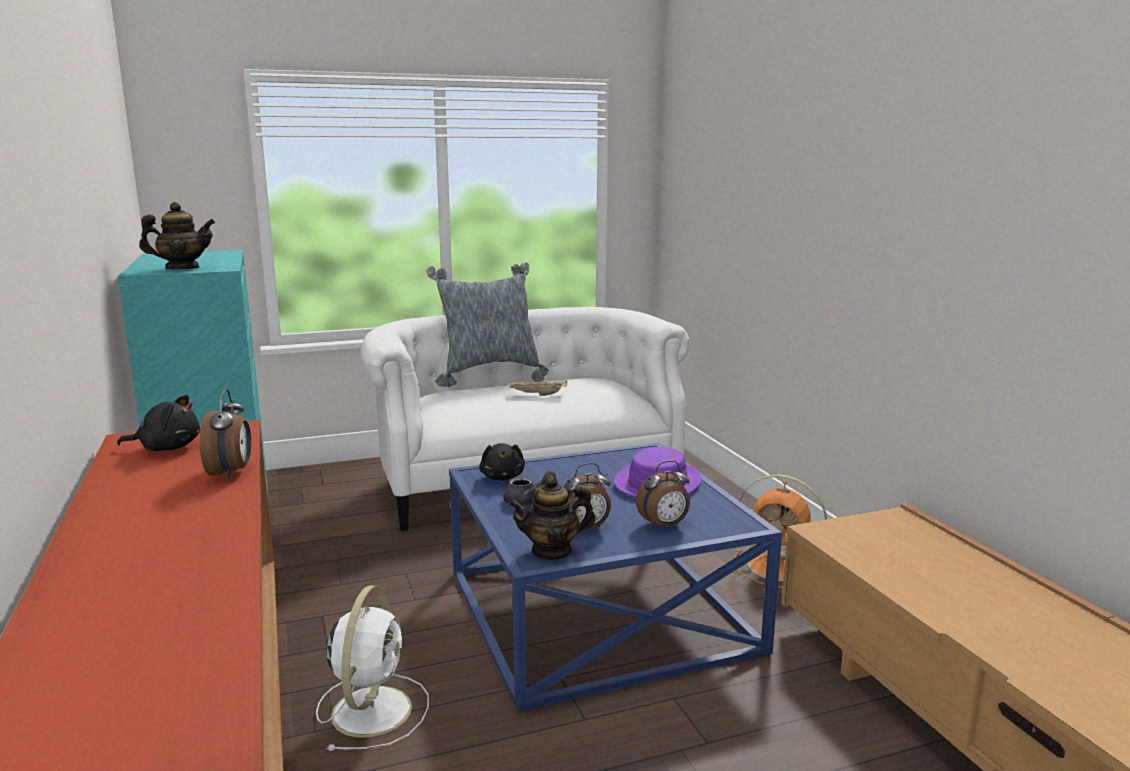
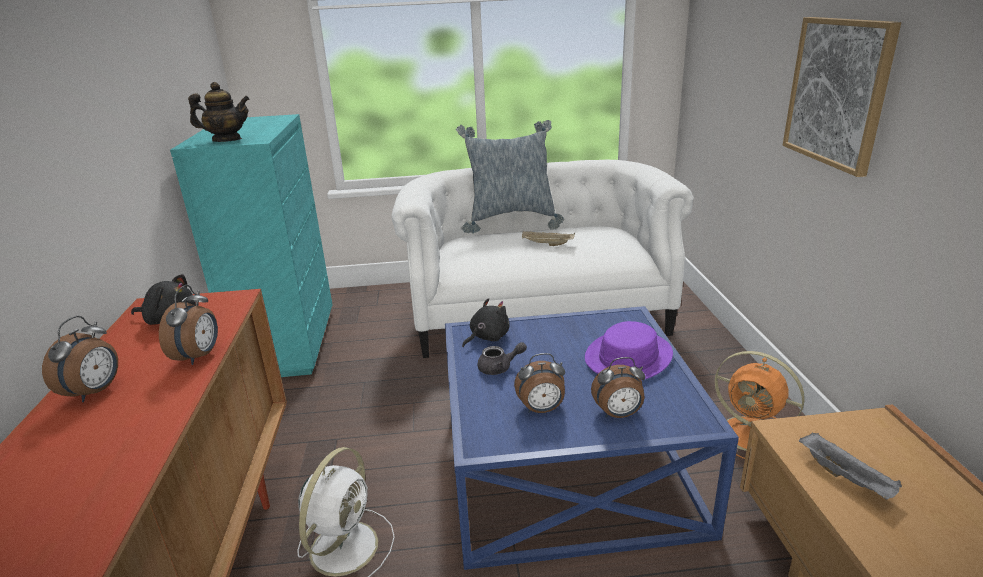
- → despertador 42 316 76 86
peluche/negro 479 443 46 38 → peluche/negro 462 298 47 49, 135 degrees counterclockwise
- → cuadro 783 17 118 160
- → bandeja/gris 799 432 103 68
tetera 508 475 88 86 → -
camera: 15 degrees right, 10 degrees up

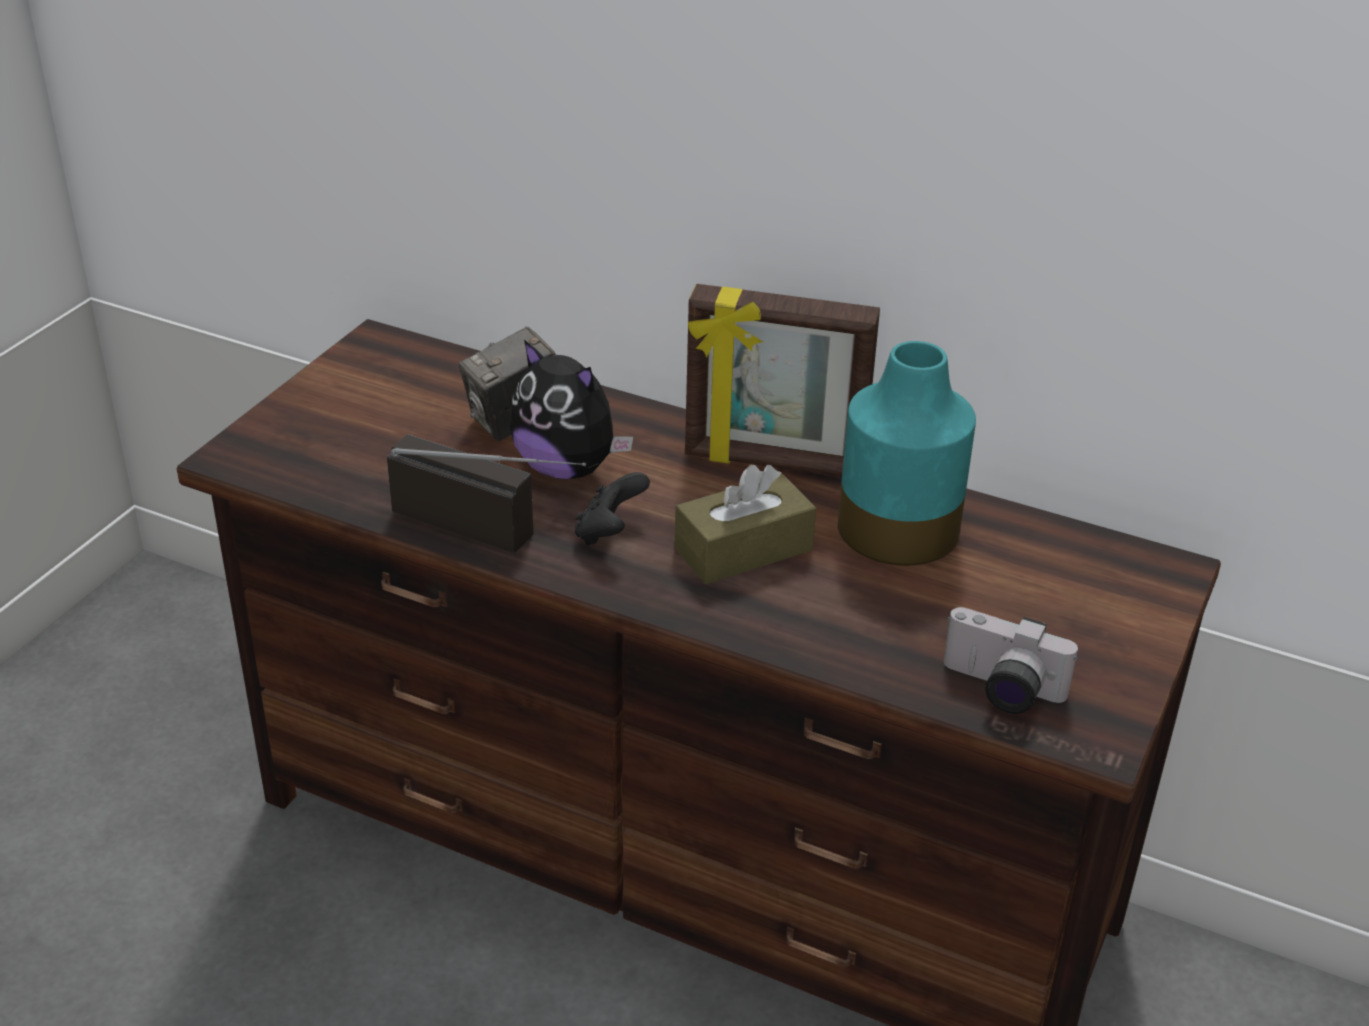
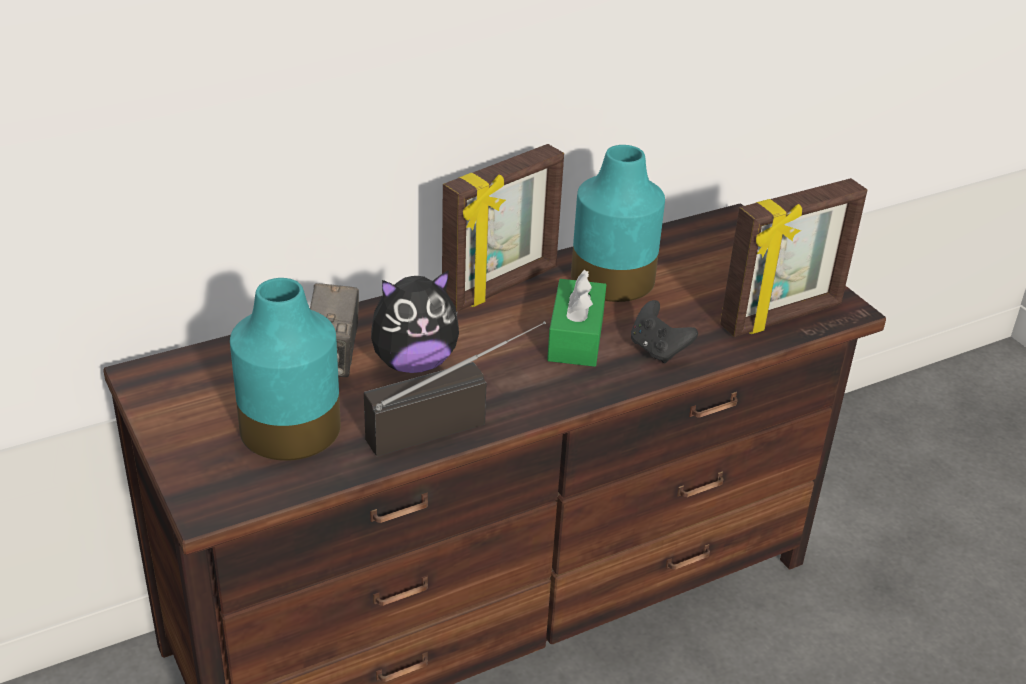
- → florero/turquesa 230 278 111 183
caja de pañuelos/marrón 675 465 141 119 → caja de pañuelos/verde 547 270 59 97
mando de consola/negro 575 472 75 74 → mando de consola/negro 631 300 67 63, moved
cámara 944 607 134 107 → portarretratos 720 178 147 159
camera: 55 degrees left, 0 degrees up

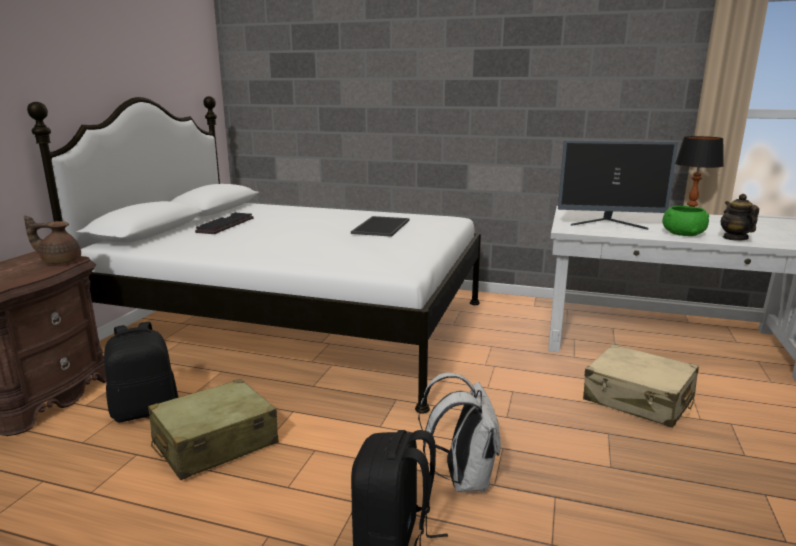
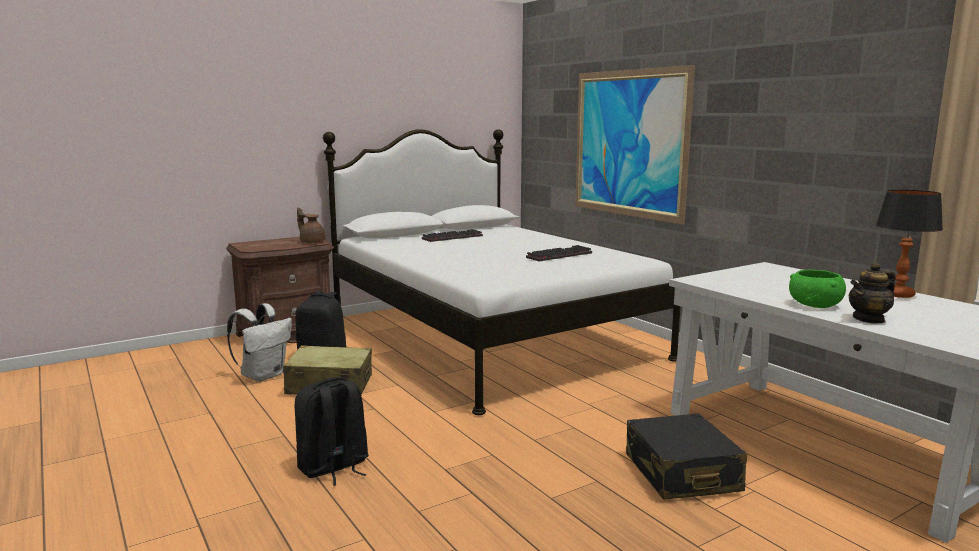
mochila/blanco 418 373 83 119 → mochila/blanco 227 303 65 79, moved
bandeja 351 216 59 21 → teclado 526 245 66 16
- → cuadro 575 65 120 160
maleta/beis 583 344 116 84 → maleta/negro 626 413 121 87
tetera 721 194 38 47 → tetera 849 262 47 62, 150 degrees counterclockwise
monitor 558 140 120 90 → -
camera: 40 degrees right, 5 degrees down

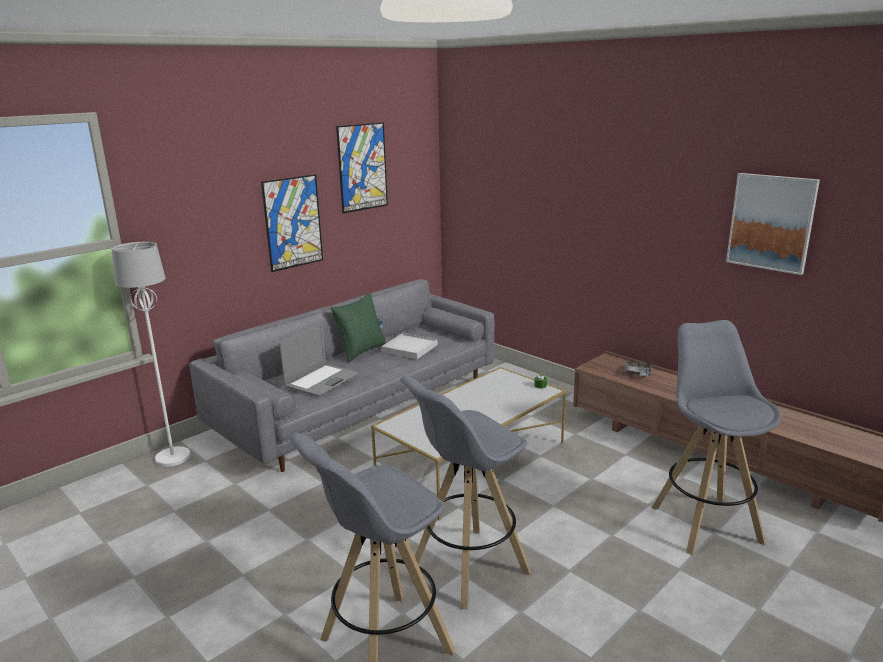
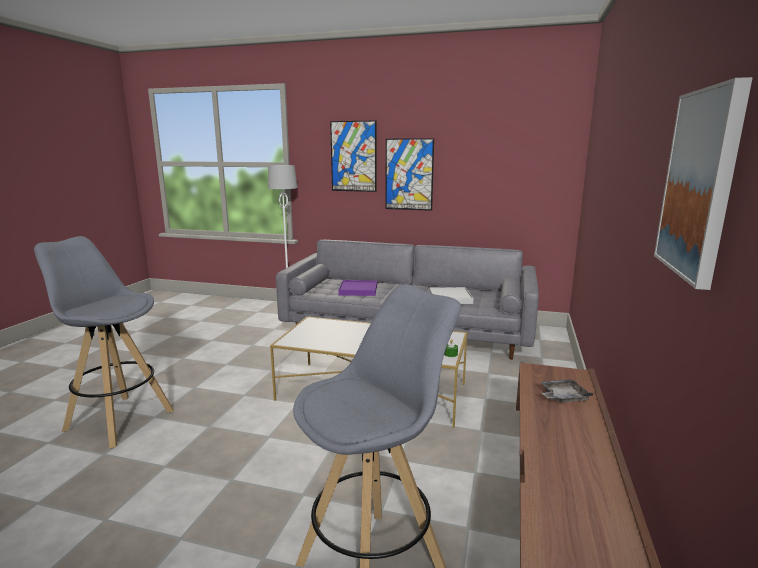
cuadro 336 122 52 92 → cuadro 330 121 47 71, moved
portátil 280 324 78 72 → bandeja/morado 338 280 39 16
cojín/verde 331 293 55 70 → -
taburete/gris 400 375 131 235 → -
camera: 60 degrees right, 5 degrees down

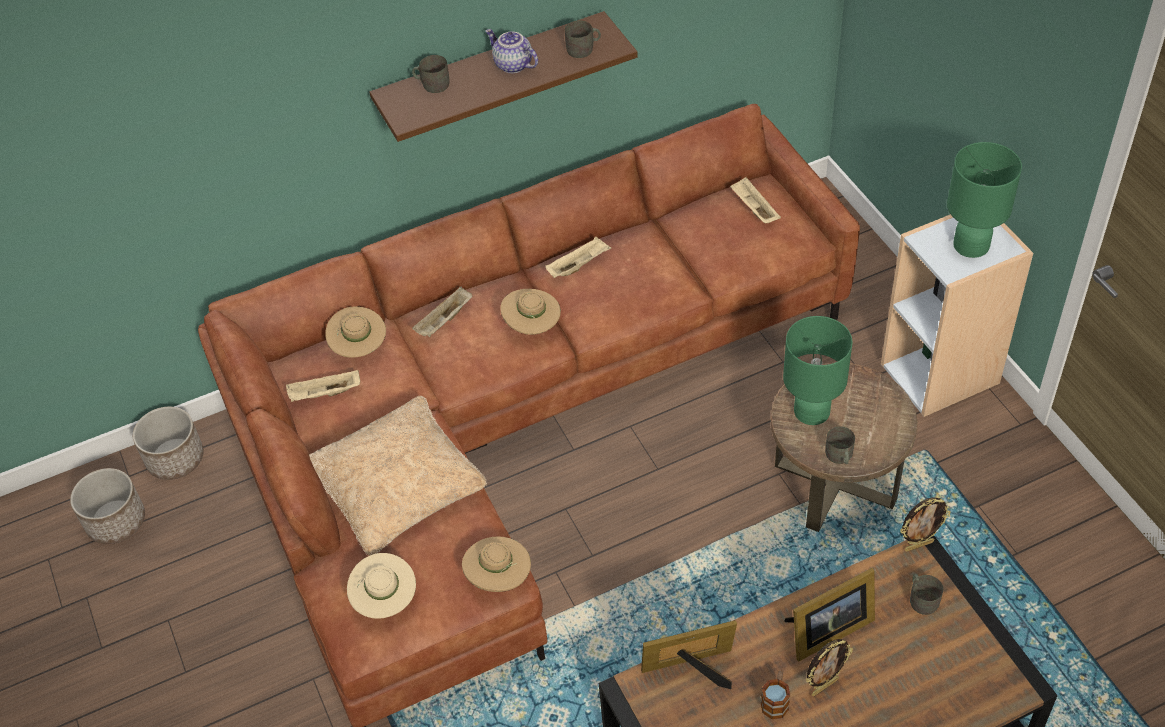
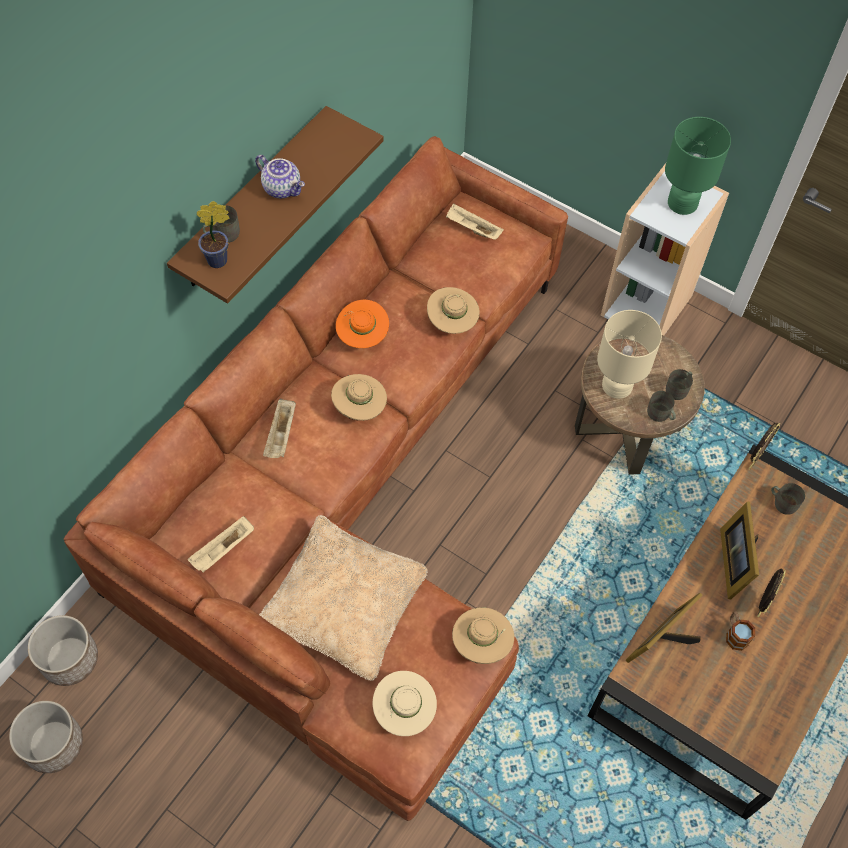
- → planta en maceta 197 201 33 67
tetera 485 29 53 44 → tetera 255 155 50 43, 150 degrees counterclockwise
bandeja/beis 545 237 66 41 → sombrero/naranja 336 300 53 48
sombrero/beis 325 306 61 51 → sombrero/beis 427 287 53 47, moved
lámpara de mesa/verde 783 316 69 109 → lámpara de mesa/beis 597 310 65 89
taza grande/gris 565 20 36 38 → taza grande/gris 666 369 27 31, moved
portarretratos 784 568 91 93 → portarretratos 720 502 39 97, 150 degrees clockwise
camera: 35 degrees left, 10 degrees up

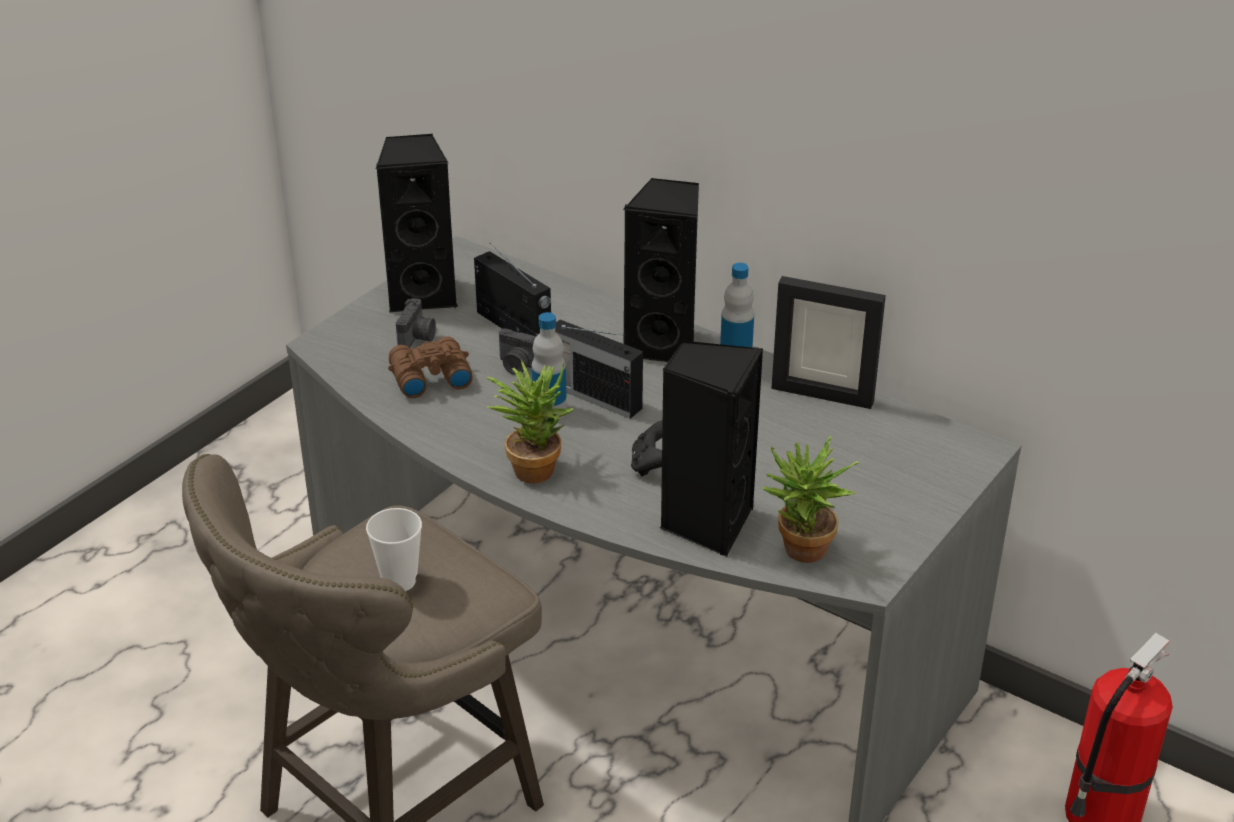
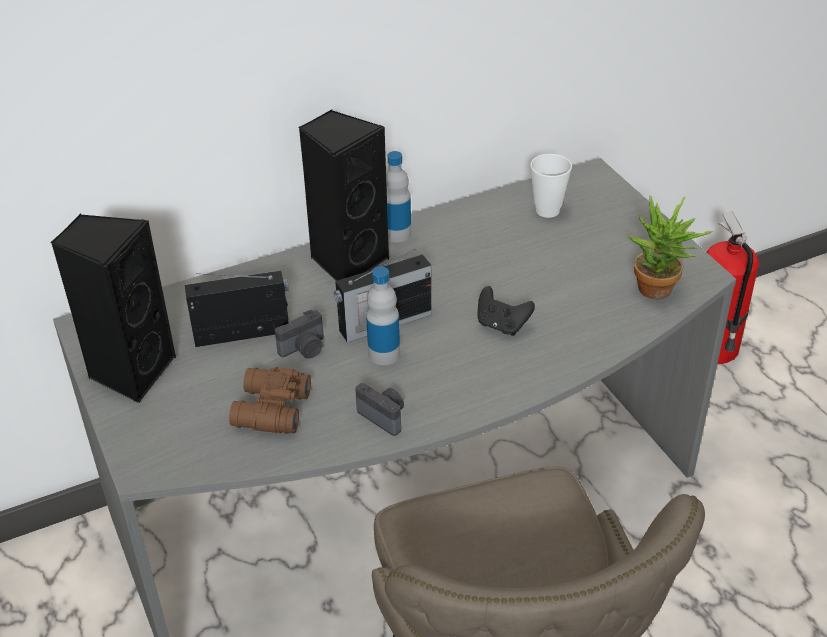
cámara 396 298 40 50 → cámara 355 383 49 53, moved
taza 366 508 56 83 → taza 530 154 42 64, moved
planta en maceta 486 360 88 123 → -
altavoz/negro 660 340 103 217 → -
portarretratos 771 276 115 133 → -
camera: 60 degrees left, 5 degrees up

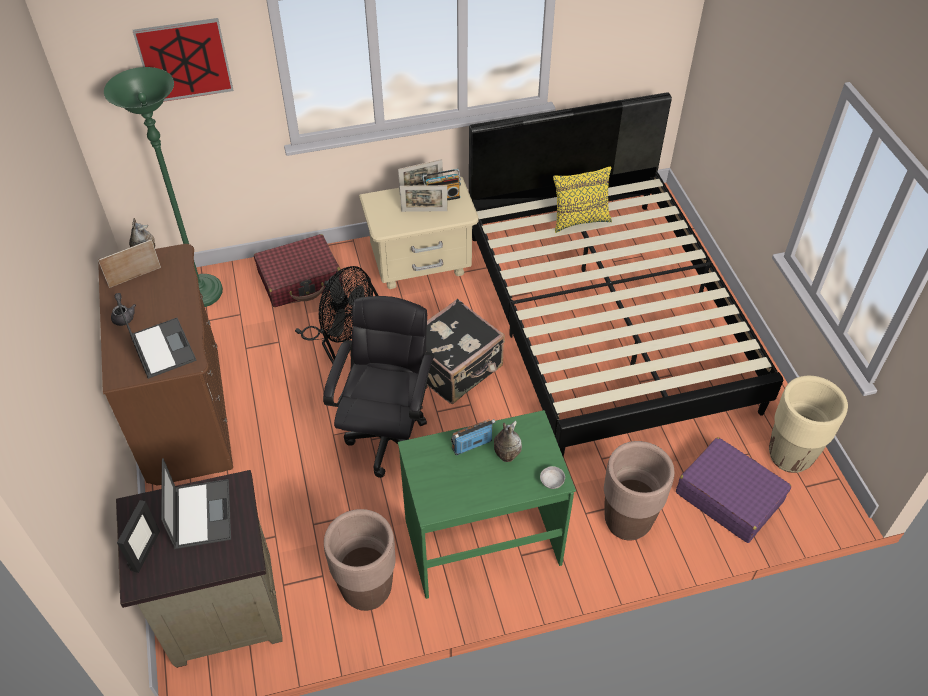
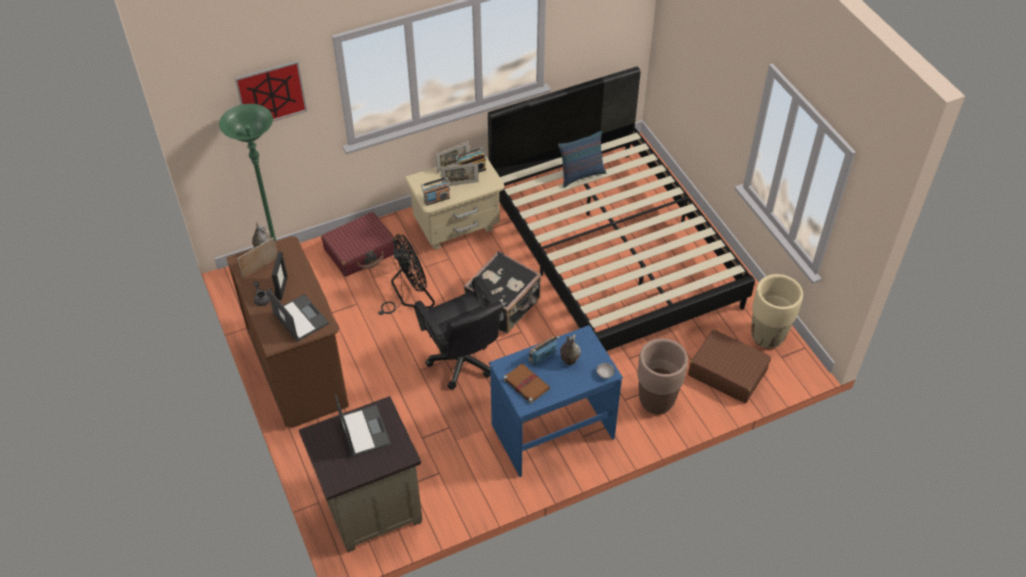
portarretratos 117 500 43 73 → portarretratos 272 252 16 48, moved
ventilador/negro 295 266 84 98 → ventilador/negro 378 234 57 81, 45 degrees counterclockwise
silla de oficina/negro 323 296 111 182 → silla de oficina/negro 414 277 90 112, 150 degrees clockwise
- → radio 421 177 29 29
escritorio/verde 398 410 178 189 → escritorio/azul 489 325 134 152
- → libro/marrón 503 363 47 41
cojín/amarillo 553 166 59 67 → cojín/azul 558 131 48 57
maleta/morado 676 437 115 106 → maleta/marrón 688 330 83 73
maceta/marrón 324 509 72 102 → -
camera: 10 degrees left, 0 degrees up

